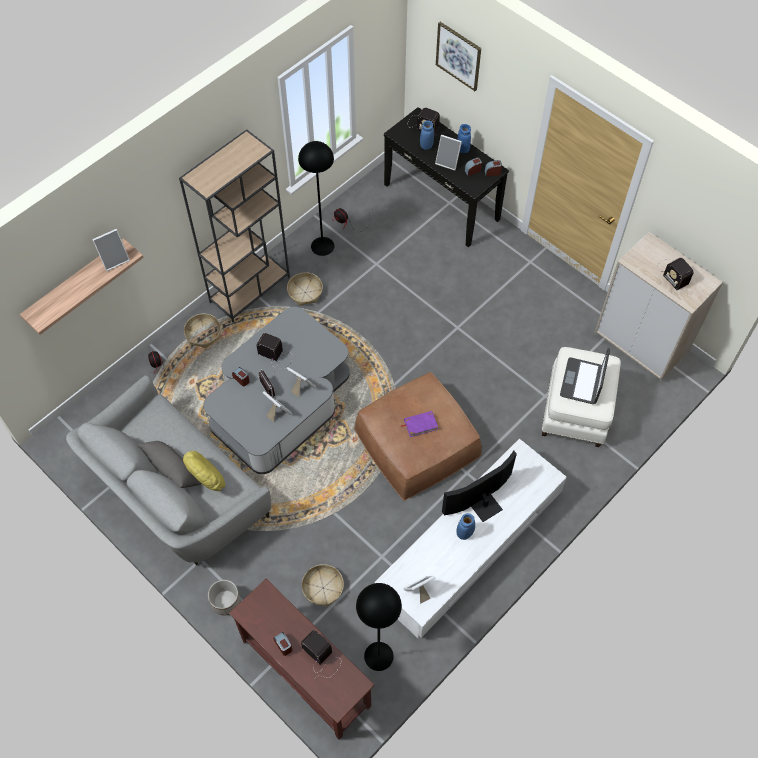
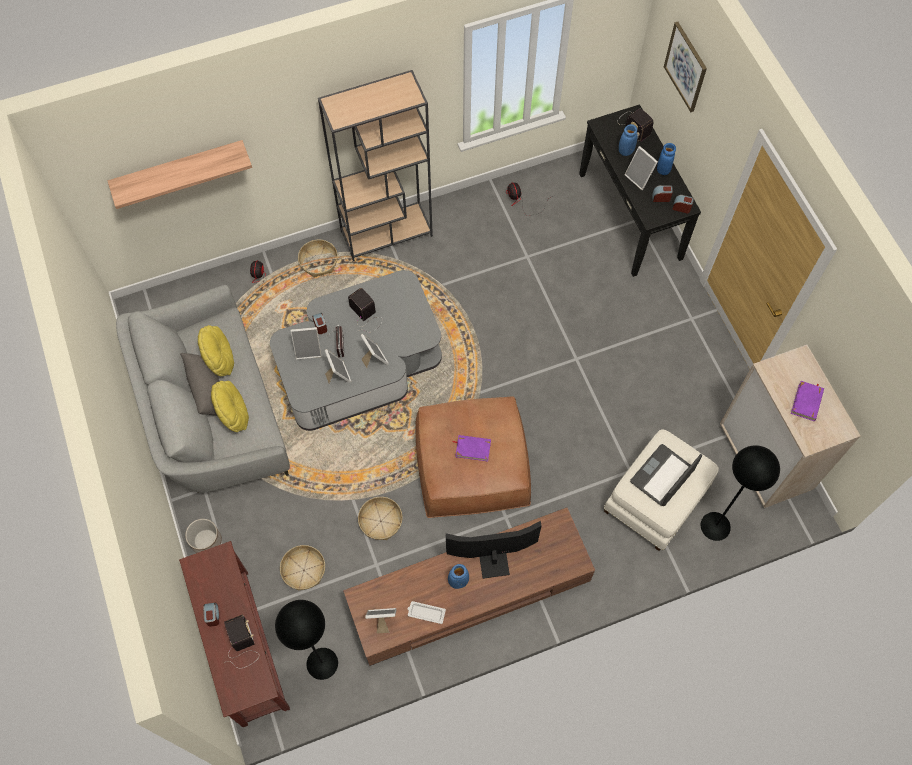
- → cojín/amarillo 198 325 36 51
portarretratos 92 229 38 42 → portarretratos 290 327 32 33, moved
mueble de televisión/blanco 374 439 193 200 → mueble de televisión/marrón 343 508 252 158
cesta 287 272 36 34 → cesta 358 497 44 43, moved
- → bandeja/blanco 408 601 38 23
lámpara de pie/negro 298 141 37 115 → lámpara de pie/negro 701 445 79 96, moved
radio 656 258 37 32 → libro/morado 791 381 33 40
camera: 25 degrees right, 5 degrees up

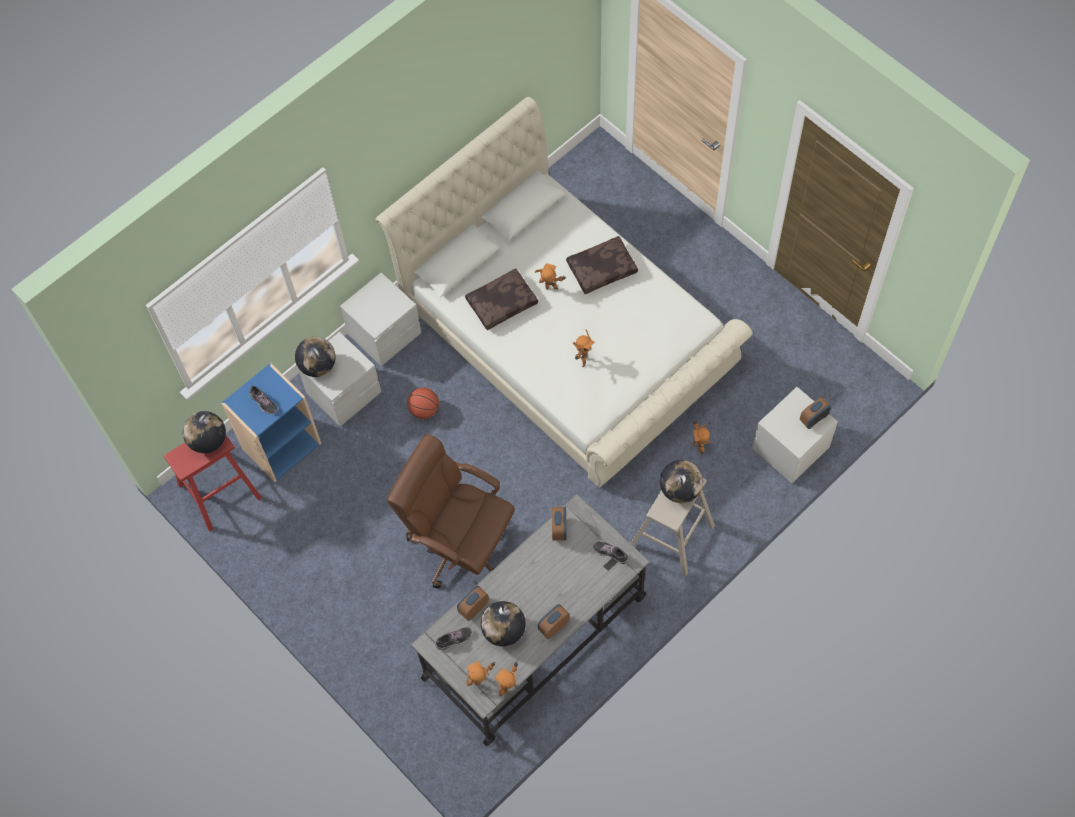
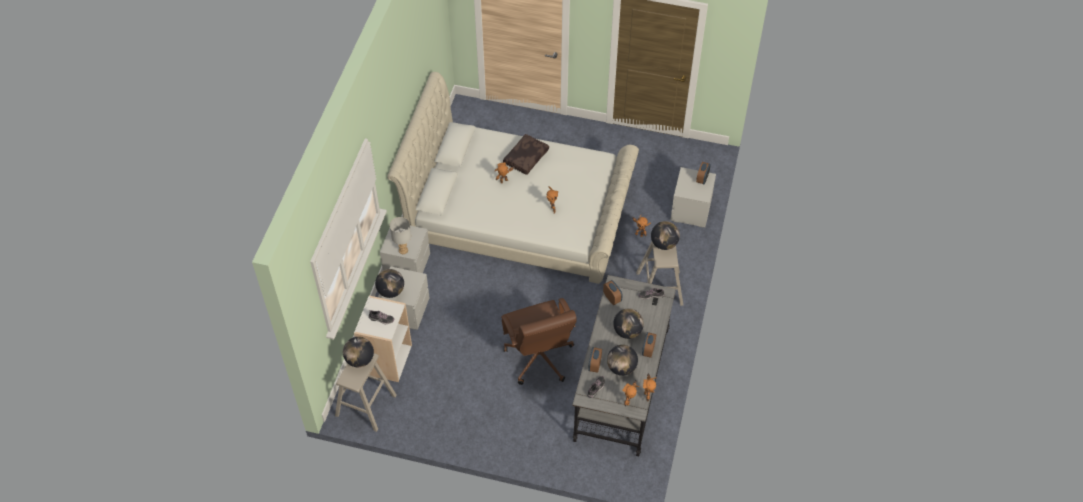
taburete/rojo 164 435 98 97 → taburete/beis 335 353 62 79
estantería/azul 221 363 100 119 → estantería/blanco 354 296 58 86
- → lámpara de mesa/gris 390 217 21 37
silla de oficina/marrón 387 434 128 154 → silla de oficina/marrón 501 298 76 87, 105 degrees counterclockwise
- → globo terráqueo 613 308 31 31
balón de baloncesto 407 388 32 31 → -
cojín/marrón 465 269 73 61 → -
camera: 35 degrees left, 10 degrees down

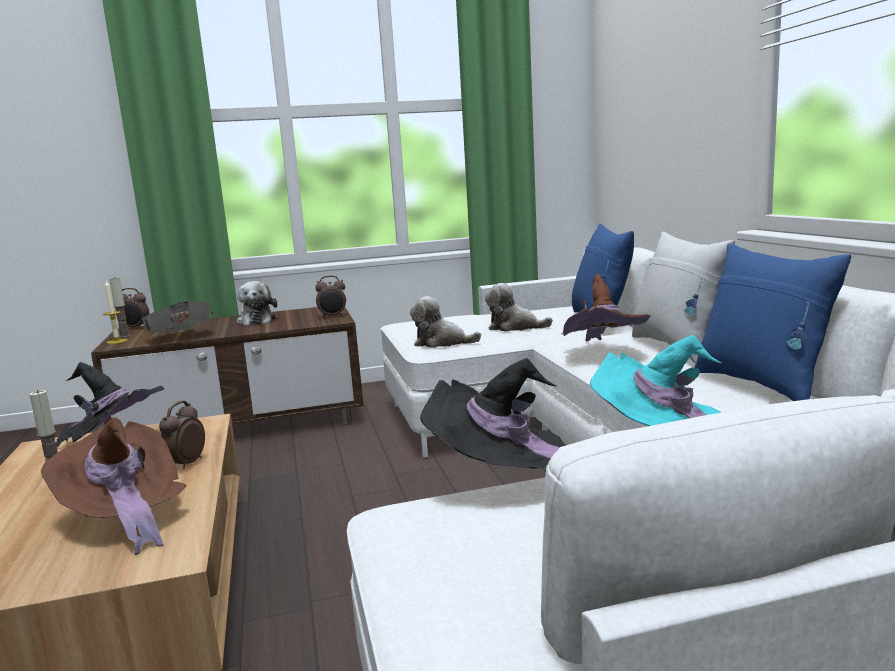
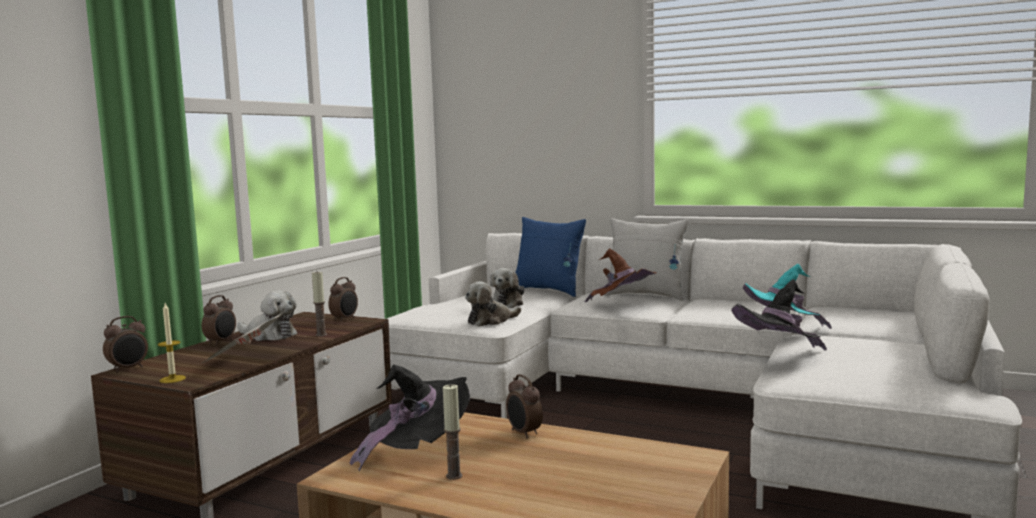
- → despertador 202 295 34 50
vela 109 277 21 61 → vela 312 272 15 64, moved
peluche 485 283 68 49 → peluche 490 268 35 40, 45 degrees counterclockwise
sombrero/marrón 41 417 146 138 → -
cojín/azul 694 243 157 158 → -
camera: 50 degrees left, 5 degrees down

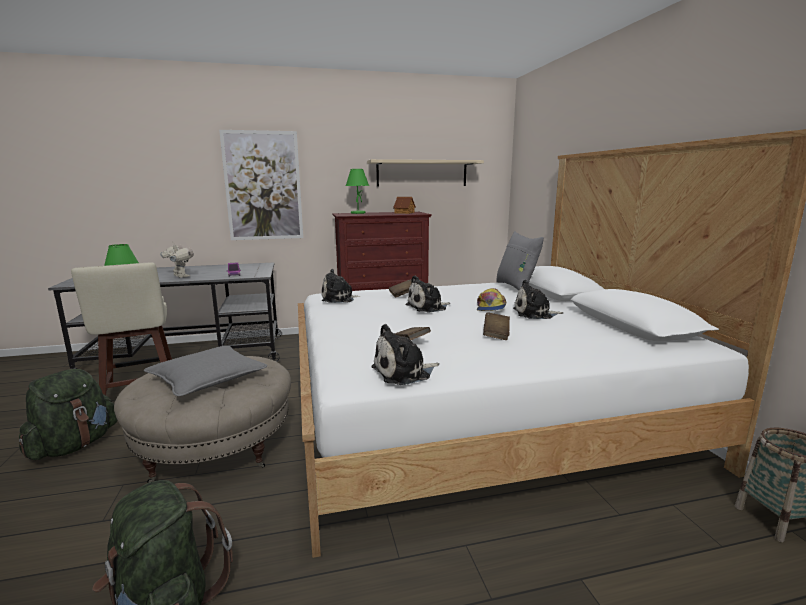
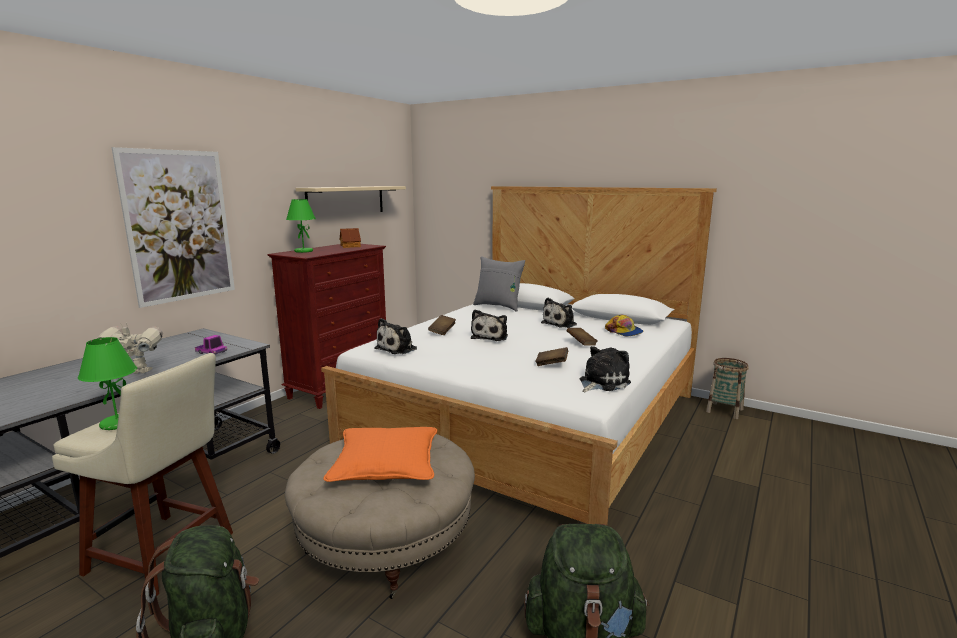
cojín/gris 144 346 123 50 → cojín/naranja 323 427 114 55
peluche 371 324 68 61 → peluche 580 346 51 46, 150 degrees counterclockwise
gorra 477 288 30 23 → gorra 605 315 38 21, moved
camera: 45 degrees left, 0 degrees up

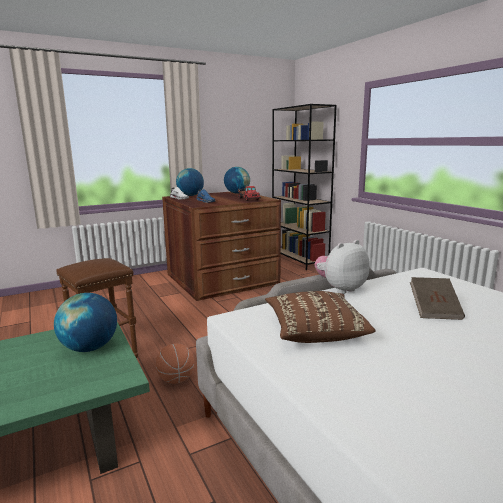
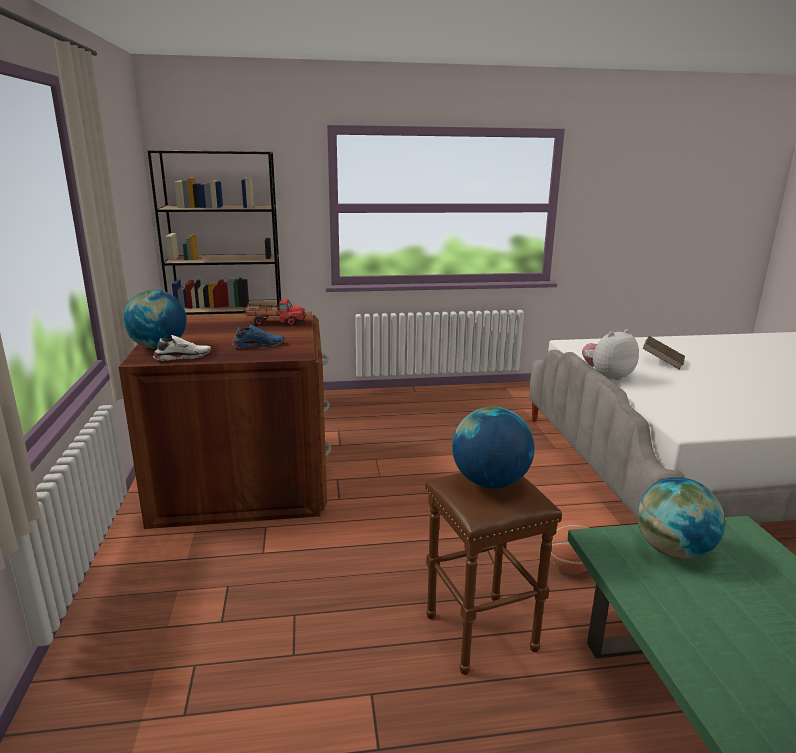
globo terráqueo 224 167 26 27 → globo terráqueo 452 406 83 82, moved
peluche 314 240 56 54 → peluche 582 329 57 52, 75 degrees clockwise
cojín/marrón 265 291 111 52 → -
camera: 70 degrees left, 5 degrees up

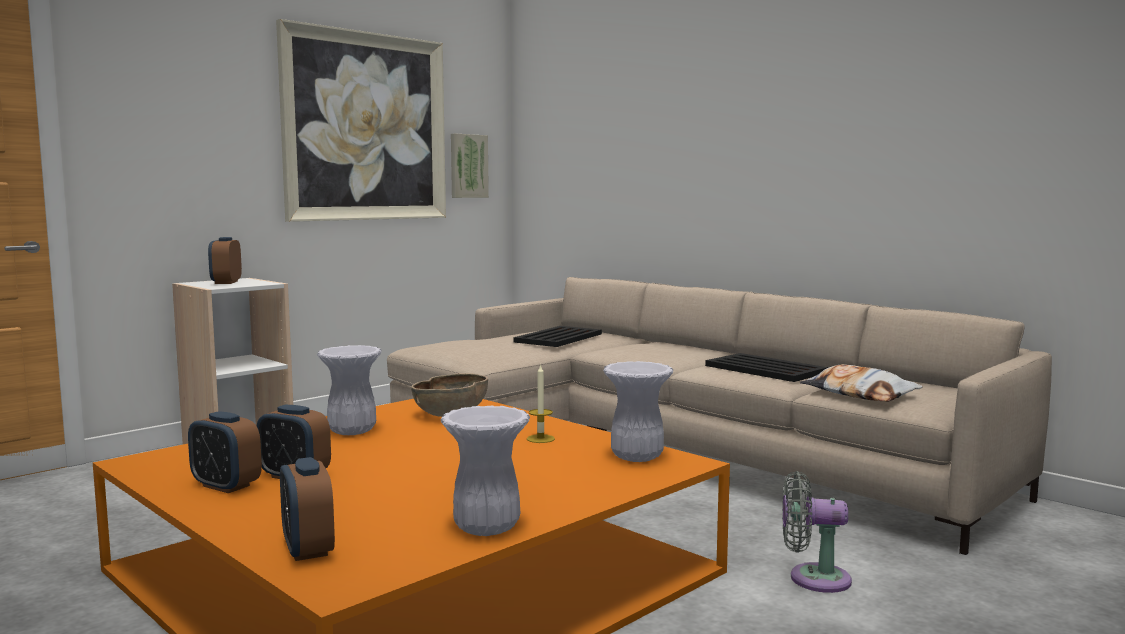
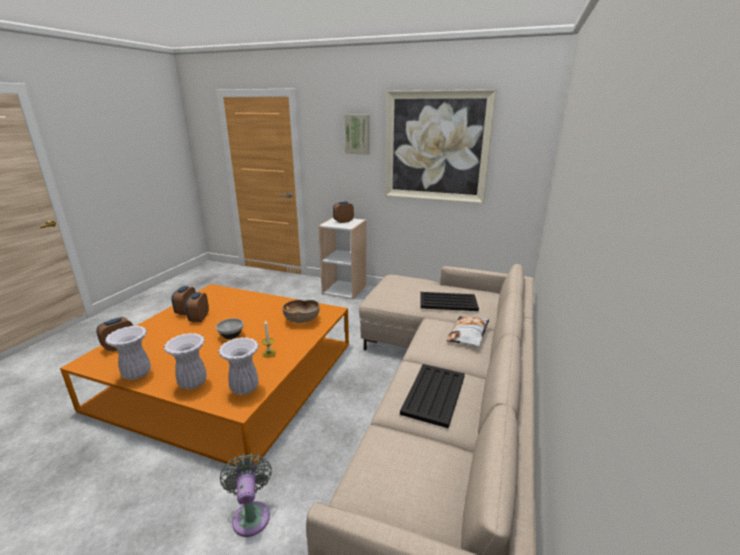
florero/blanco 317 345 65 90 → florero/blanco 164 333 43 56, moved
- → cuenco 216 318 28 21
cuadro 451 133 38 65 → cuadro 344 114 25 41, moved
cojín 800 364 123 38 → cojín 446 316 44 31, moved
camera: 65 degrees right, 15 degrees up

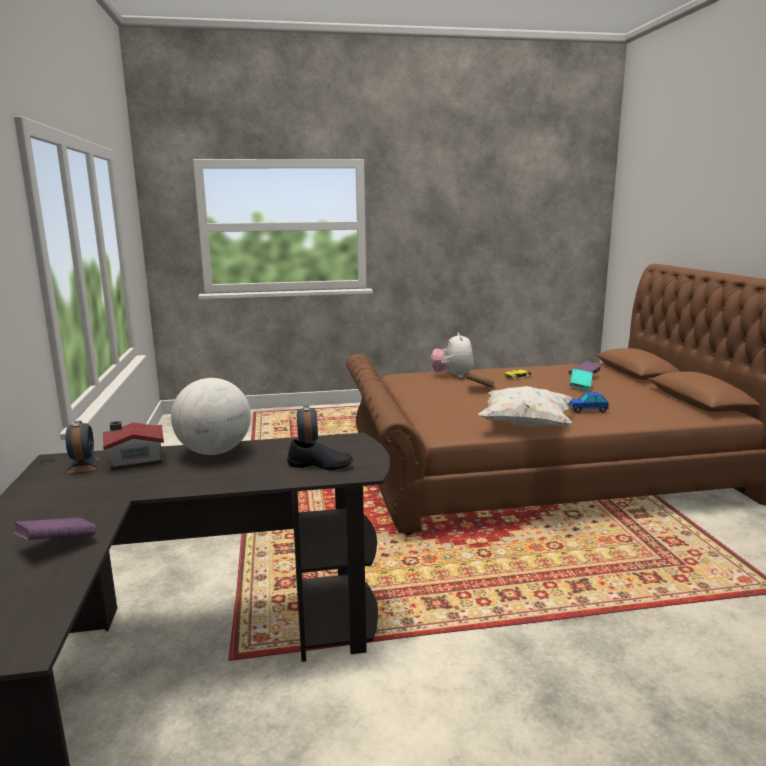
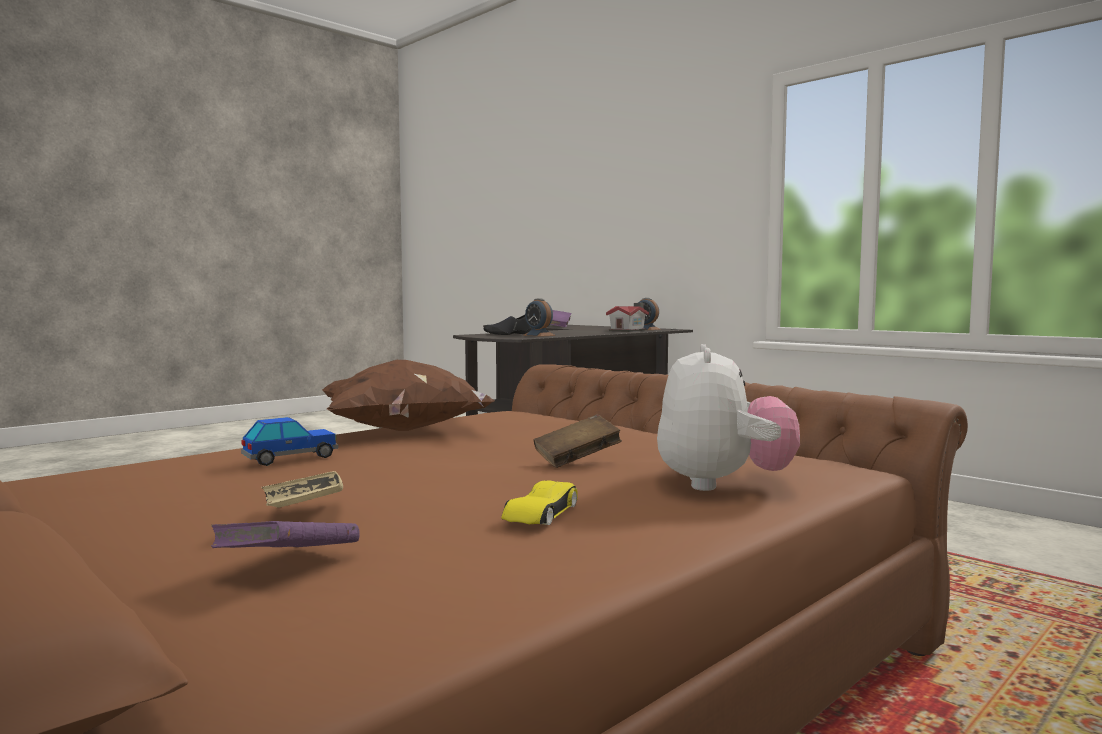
libro/turquesa 570 369 23 22 → libro/beis 261 471 82 37
cojín/blanco 478 386 94 41 → cojín/marrón 322 360 173 71
peluche 431 332 43 46 → peluche 657 344 143 147, 45 degrees clockwise
globo terráqueo 171 378 80 77 → -
camera: 145 degrees right, 10 degrees down

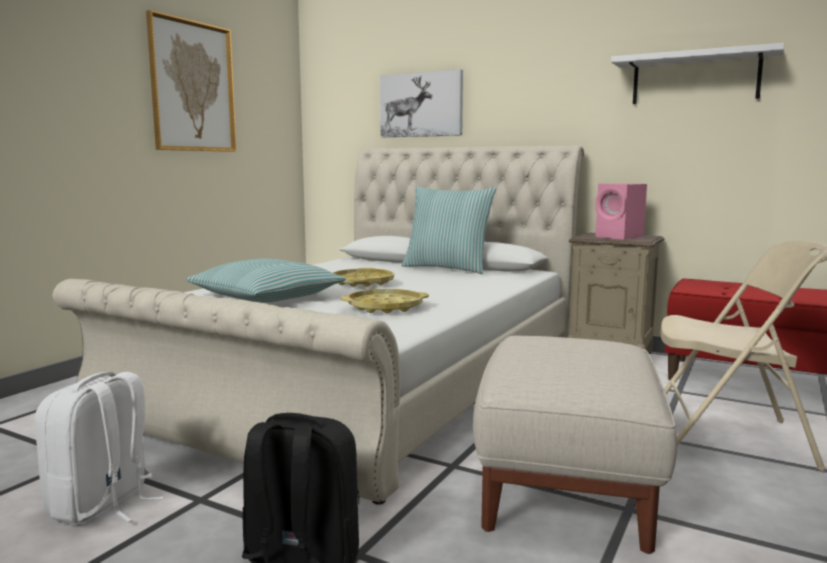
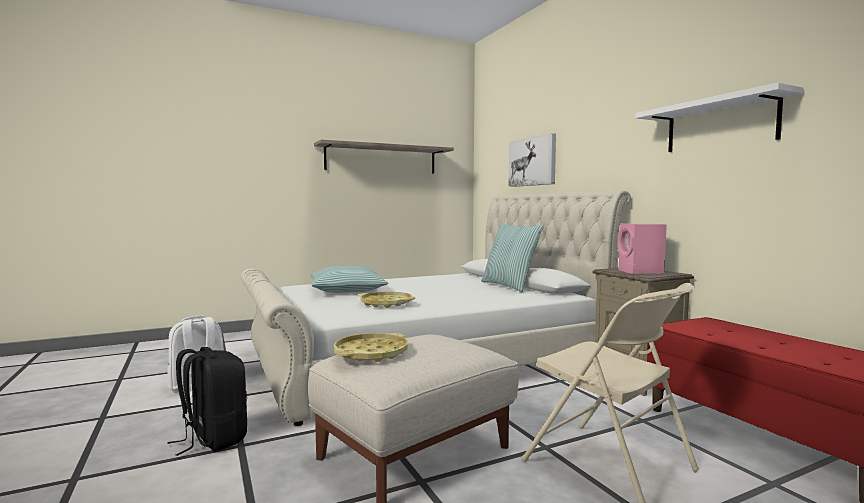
cuadro 146 10 91 142 → estante 314 139 140 34
bandeja/amarillo 333 268 61 19 → bandeja/amarillo 334 333 74 29, moved
camera: 35 degrees right, 5 degrees down

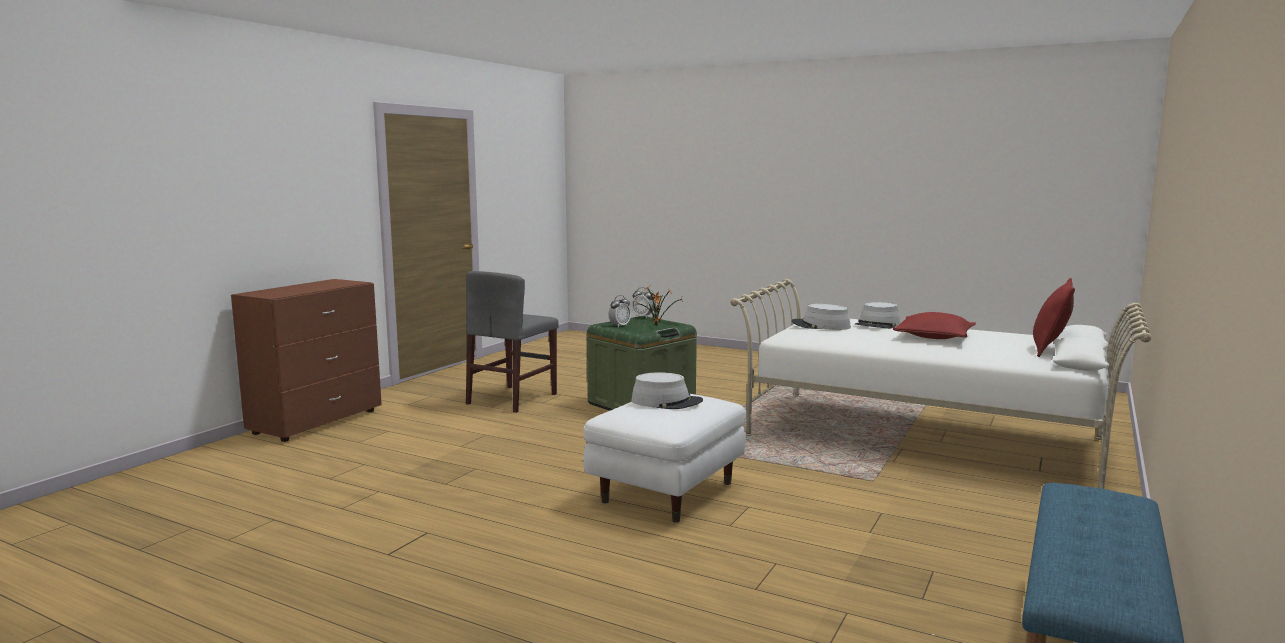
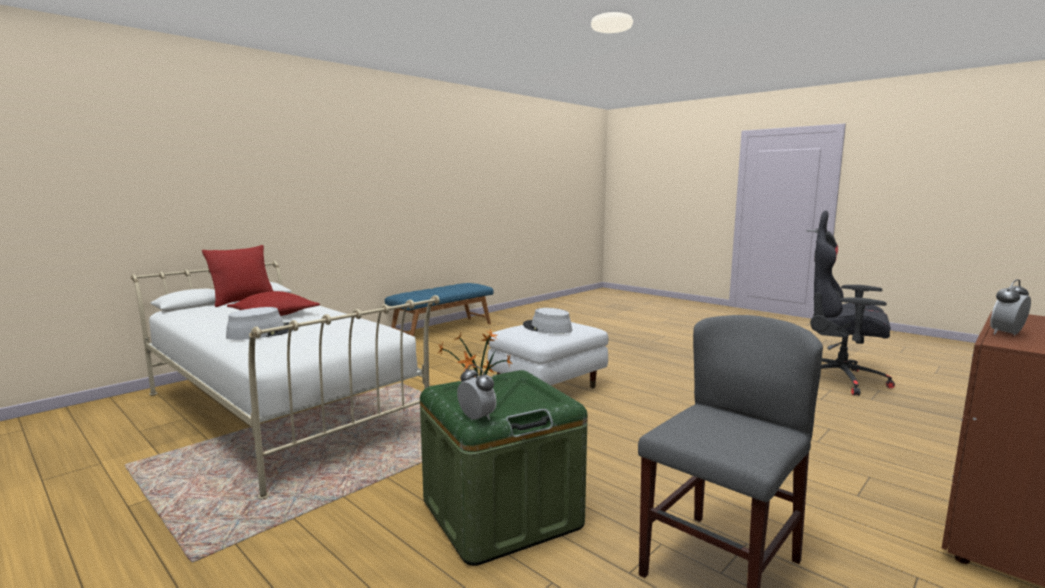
- → silla de oficina/negro 810 210 85 186
despertador 609 295 22 32 → despertador 990 279 41 57, moved
sombrero/gris 792 304 59 26 → -
camera: 165 degrees left, 0 degrees up

